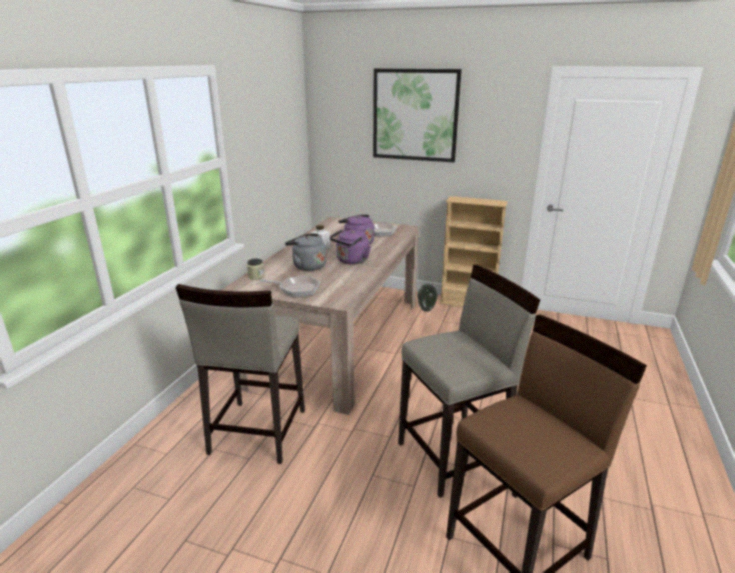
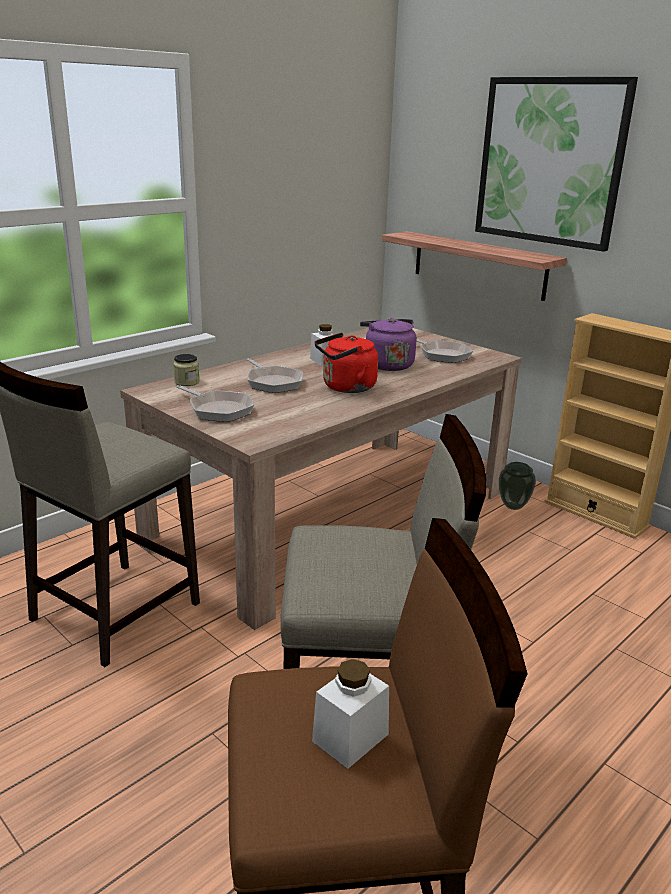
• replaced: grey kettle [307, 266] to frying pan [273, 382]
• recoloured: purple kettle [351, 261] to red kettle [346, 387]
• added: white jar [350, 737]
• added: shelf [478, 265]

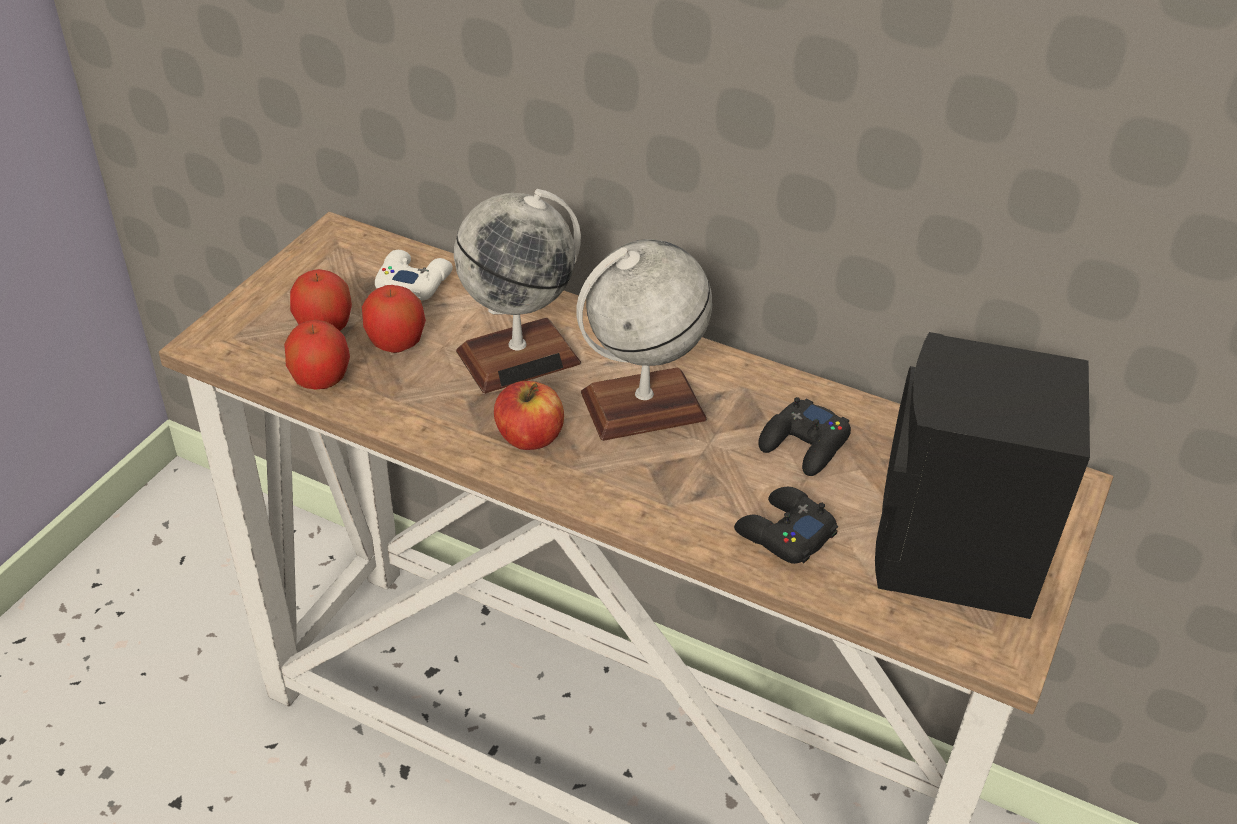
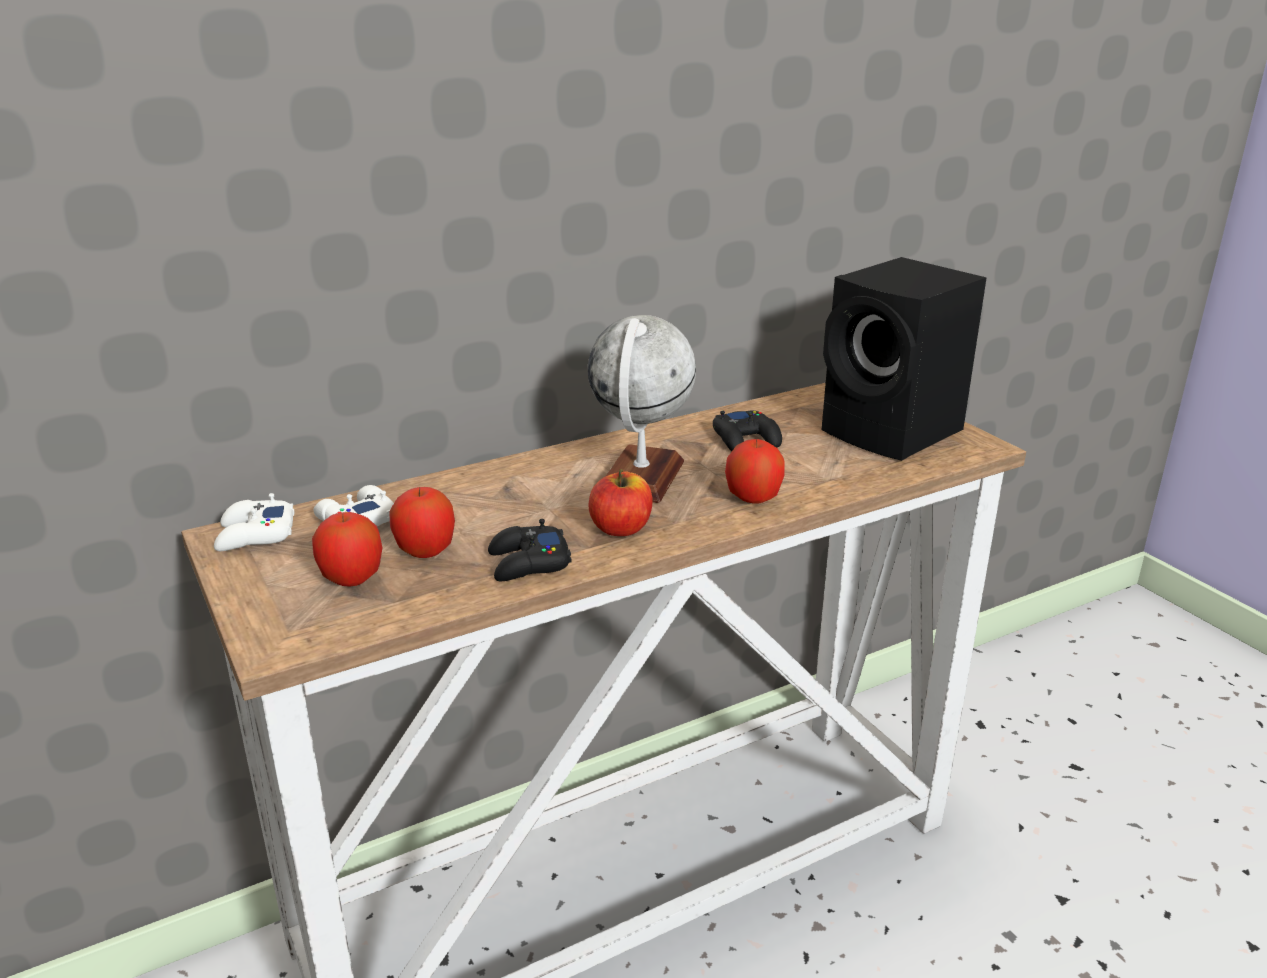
• moved: apple [321, 380] to [753, 498]
• removed: globe [518, 357]
• moved: black game controller [783, 533] to [528, 563]
• added: white game controller [255, 535]

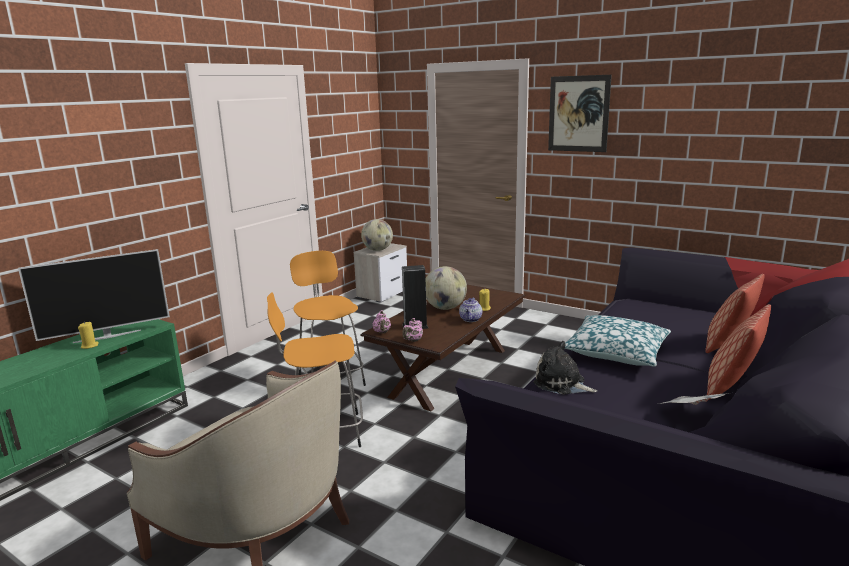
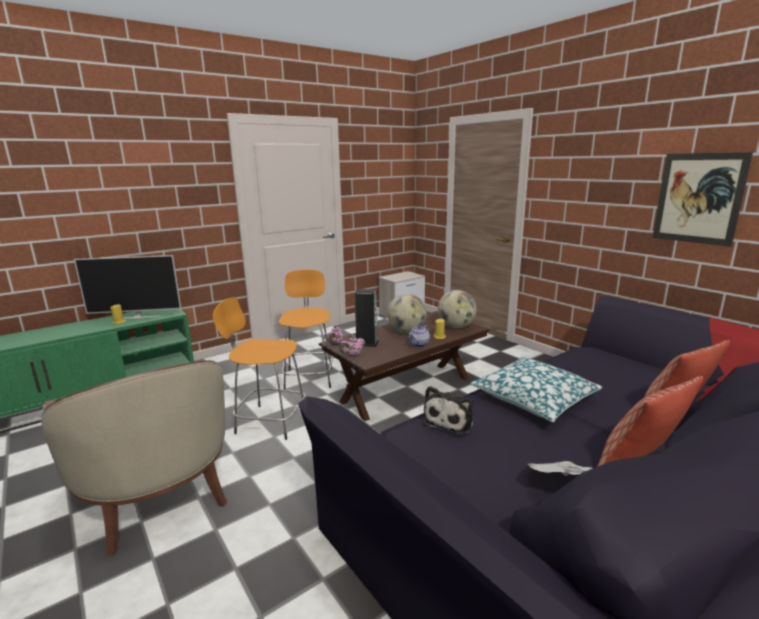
• moved: globe [377, 250] to [456, 327]
• turned: plush toy [562, 384] = [450, 421] 120 degrees counterclockwise
• moved: picture [578, 114] to [698, 198]

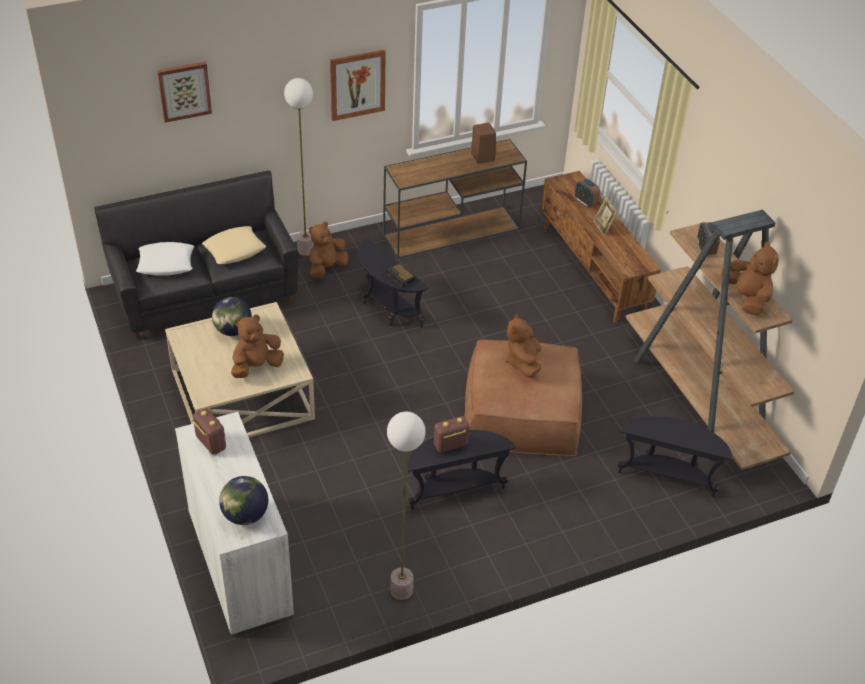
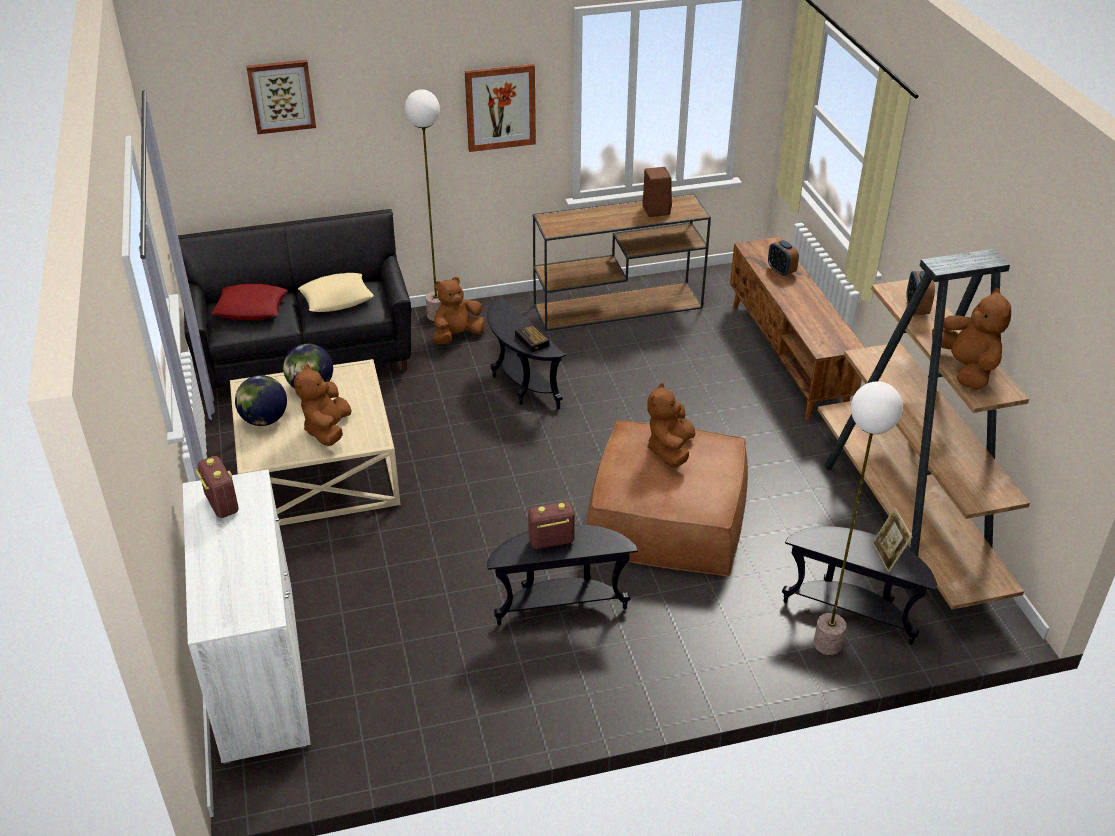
• recoloured: white pillow [166, 263] to red pillow [251, 308]
• moved: globe [245, 515] to [264, 420]
• turned: brown plush toy [256, 367] = [327, 430] 60 degrees counterclockwise
• moved: floor lamp [401, 590] to [827, 644]
• moved: picture frame [603, 228] to [887, 557]

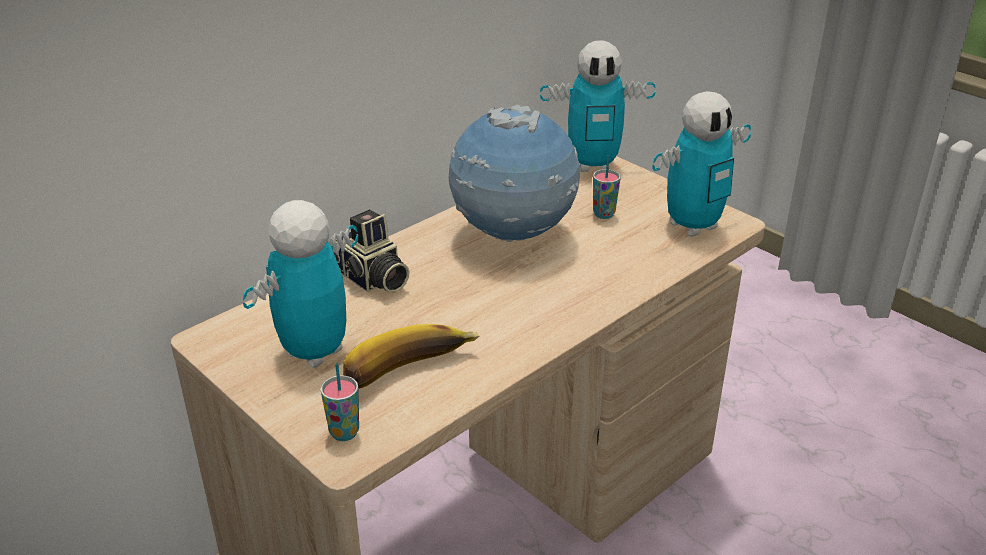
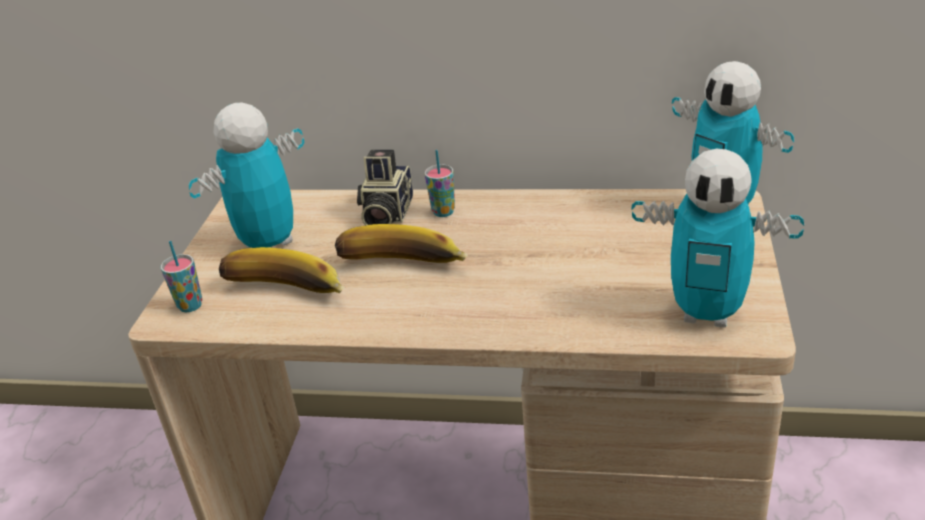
• turned: toy robot [314, 353] = [268, 244] 45 degrees counterclockwise
• removed: globe [513, 236]
• moved: cup [604, 214] to [443, 212]
• added: banana [401, 269]

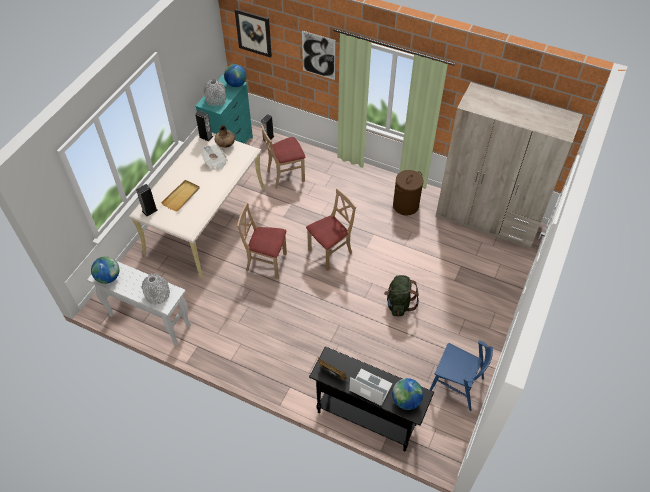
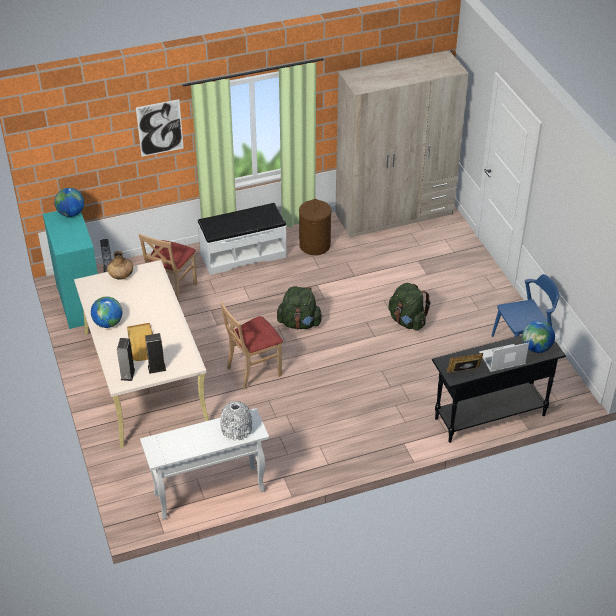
• moved: globe [108, 277] to [108, 323]
• moved: speaker [206, 136] to [156, 368]
• removed: newspaper [215, 162]
• removed: grey vase [216, 100]
• removed: picture [254, 32]
• replaced: beige chair [330, 252] to green backpack [299, 323]
• added: white bench [243, 255]

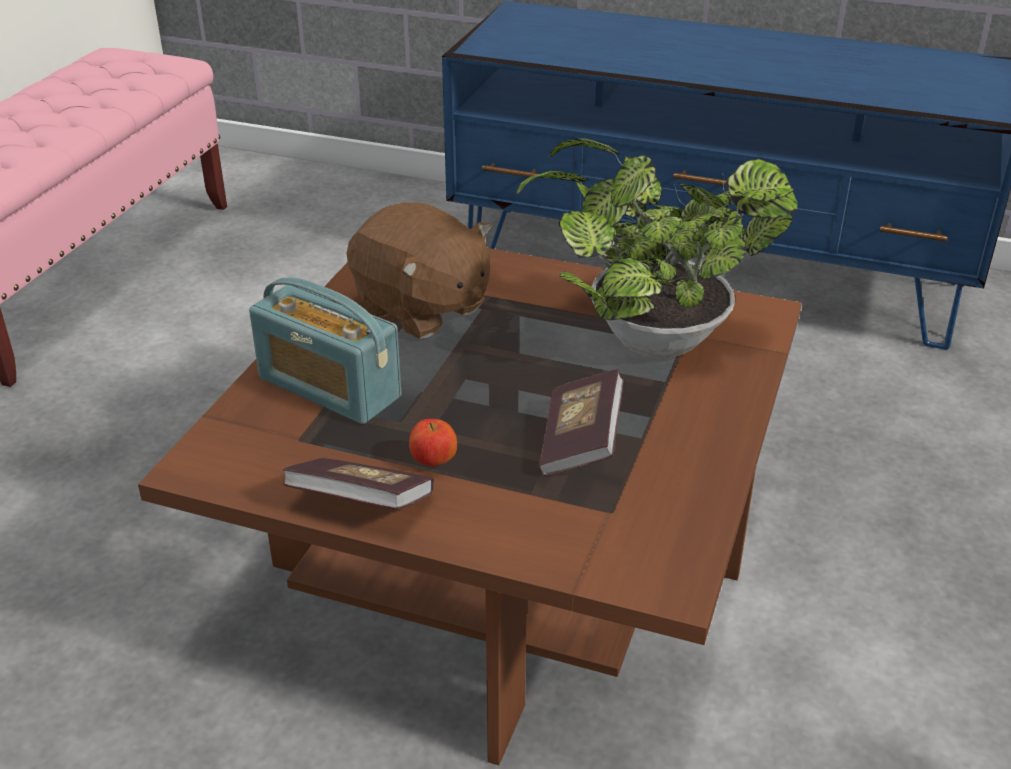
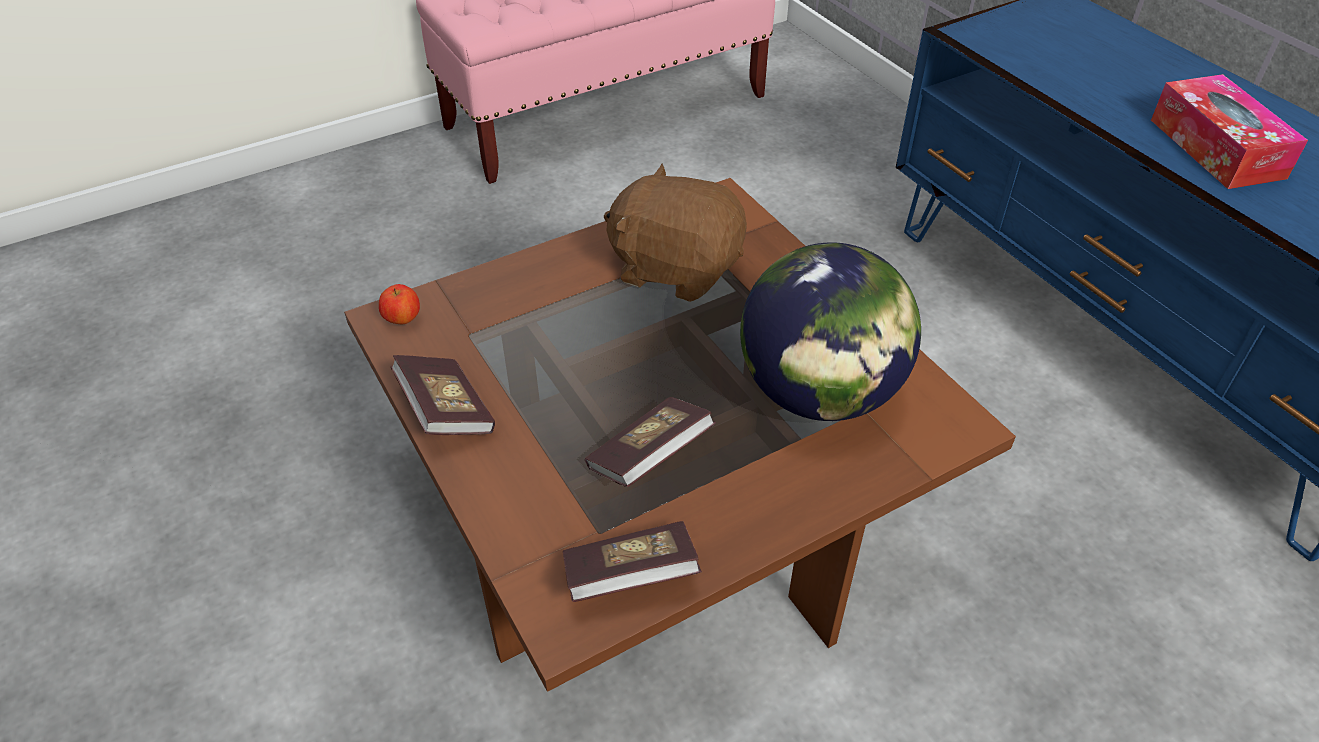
• removed: radio [329, 388]
• turned: brown plush toy [421, 309] = [675, 268] 120 degrees clockwise
• moved: apple [434, 462] to [402, 320]
• replaced: potted plant [646, 339] to globe [819, 394]
• added: book [630, 576]
• added: tissue box [1216, 148]

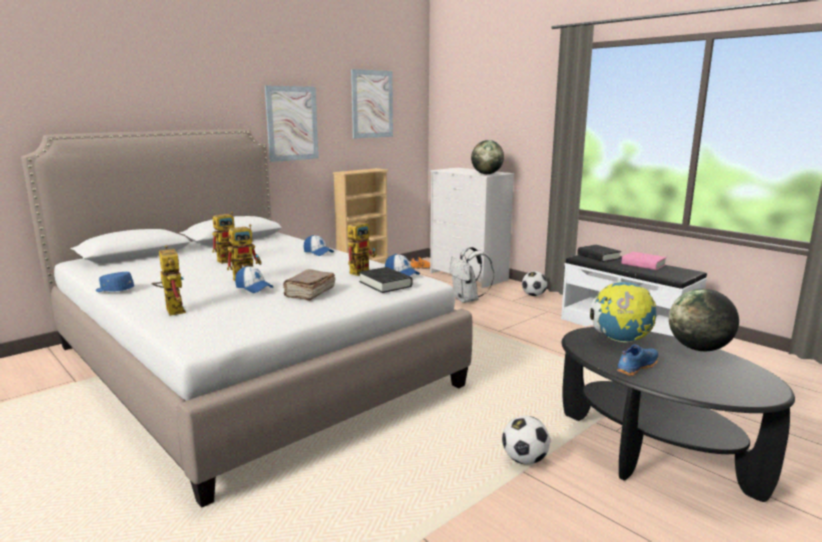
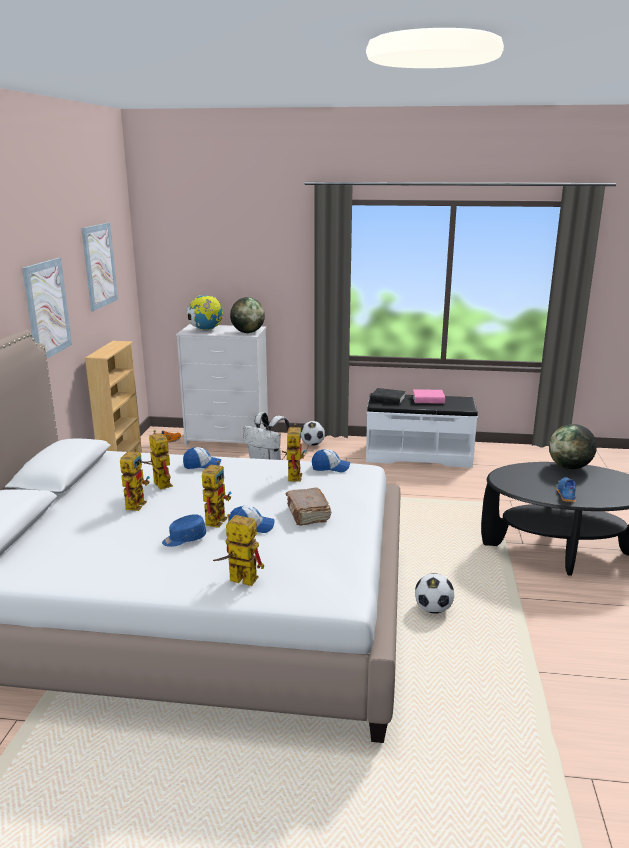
• moved: blue cap [114, 290] to [184, 539]
• removed: black book [385, 284]
• moved: football [524, 460] to [433, 609]
• moved: globe [620, 340] to [206, 330]
• added: toy robot [159, 483]

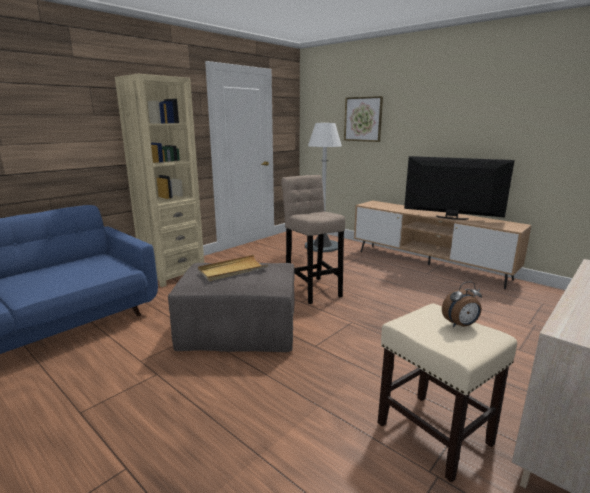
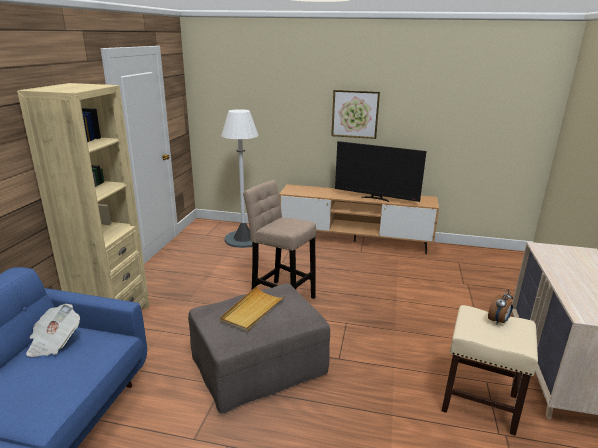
• moved: picture [363, 119] to [355, 114]
• turned: television [451, 218] = [376, 198] 150 degrees counterclockwise
• added: newspaper [54, 342]

